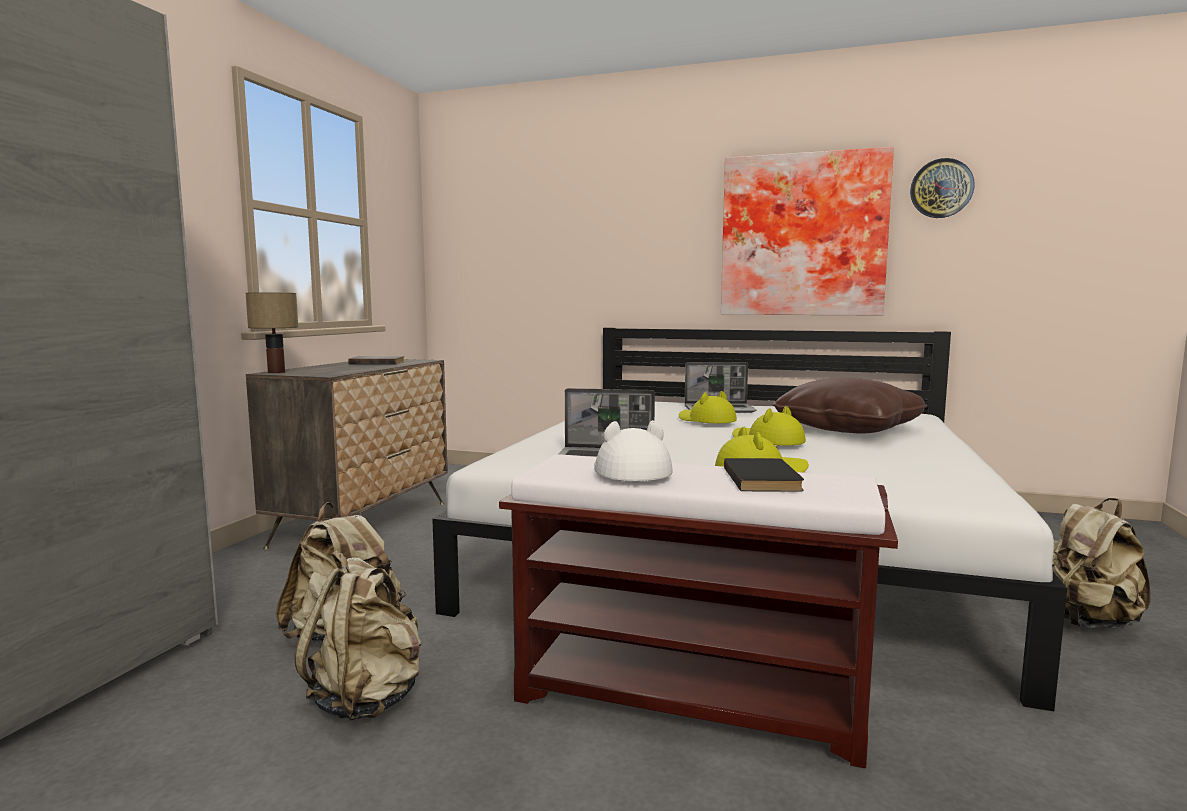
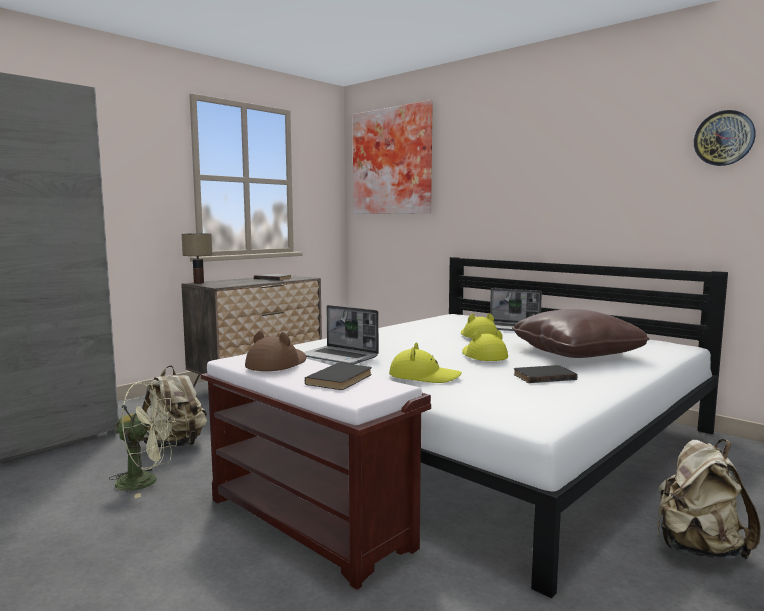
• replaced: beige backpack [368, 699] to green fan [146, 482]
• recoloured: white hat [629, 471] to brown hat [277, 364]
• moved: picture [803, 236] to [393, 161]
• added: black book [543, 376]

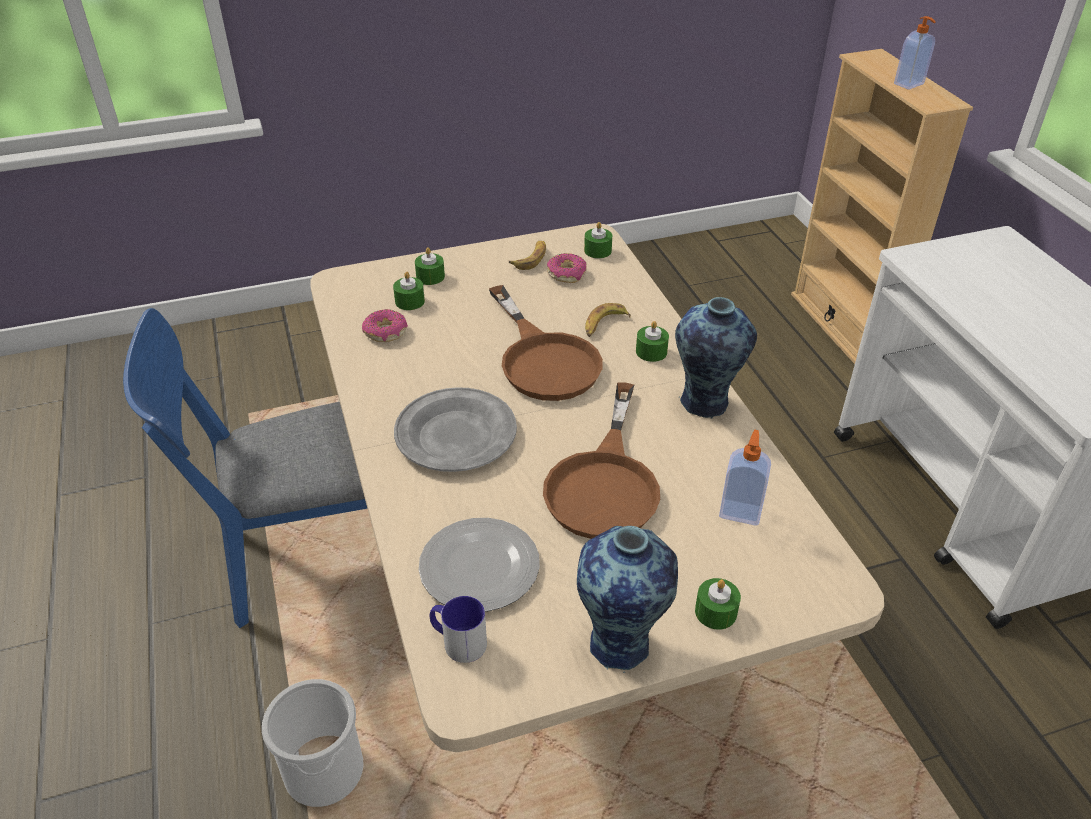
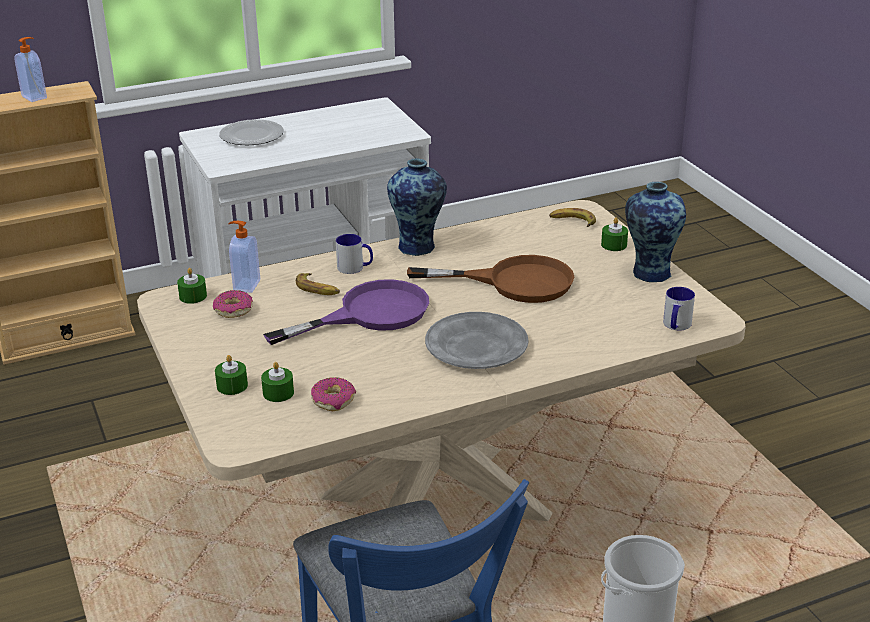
• moved: plate [478, 568] to [252, 136]
• recoloured: brown frying pan [544, 359] to purple frying pan [369, 314]
• moved: banana [531, 258] to [572, 221]
• replaced: green candle [651, 352] to mug [355, 268]
• moved: soap dispenser [740, 511] to [246, 285]

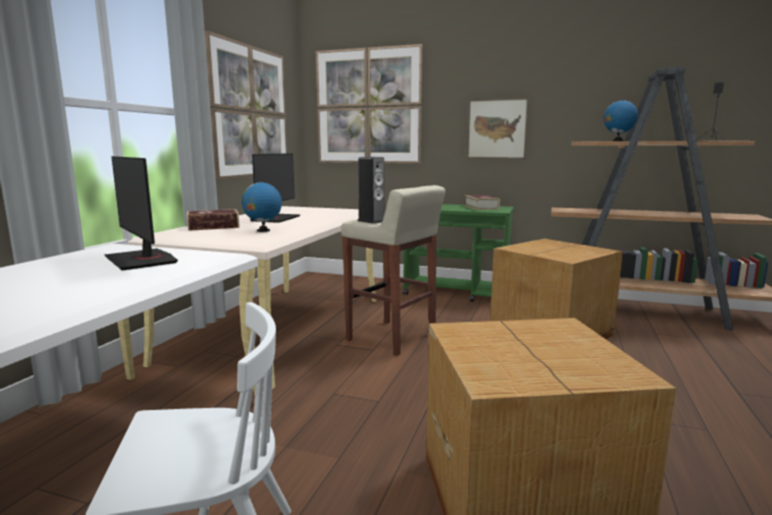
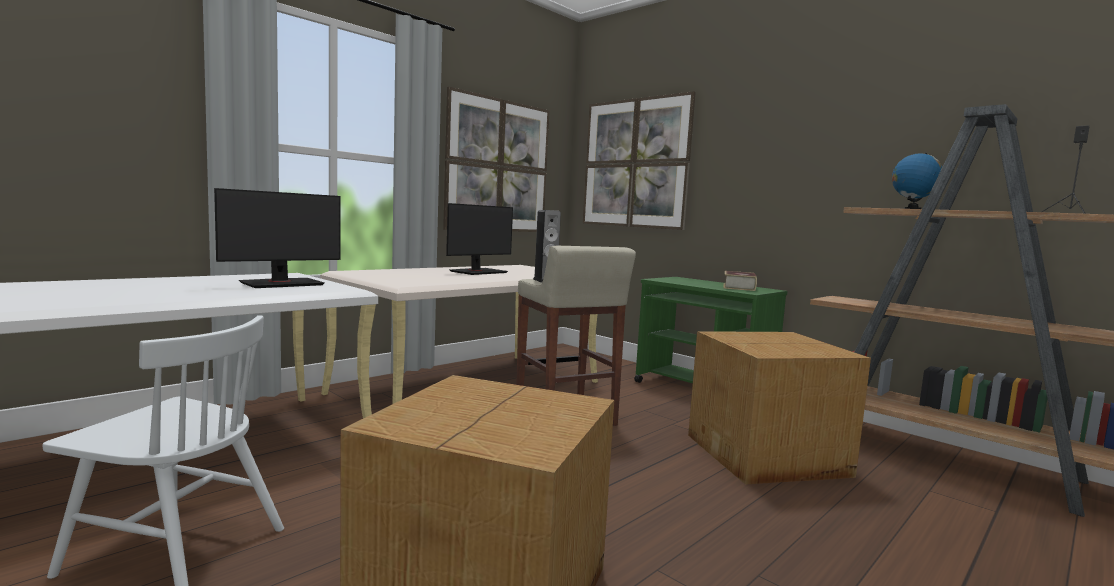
• turned: monitor [142, 260] = [281, 283] 120 degrees counterclockwise
• removed: book [213, 226]
• removed: globe [263, 231]
• removed: picture [497, 129]

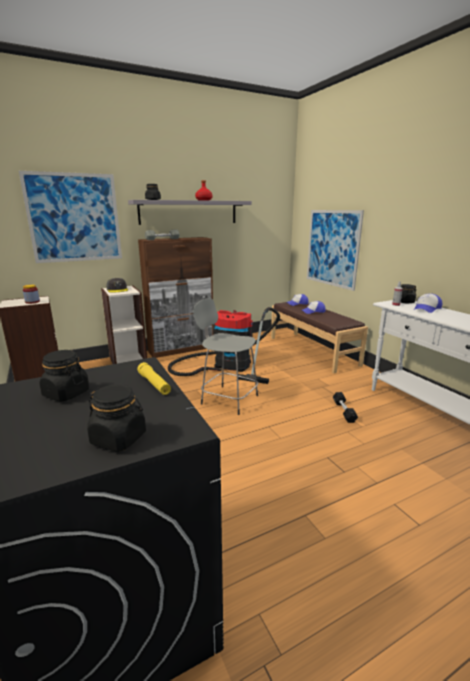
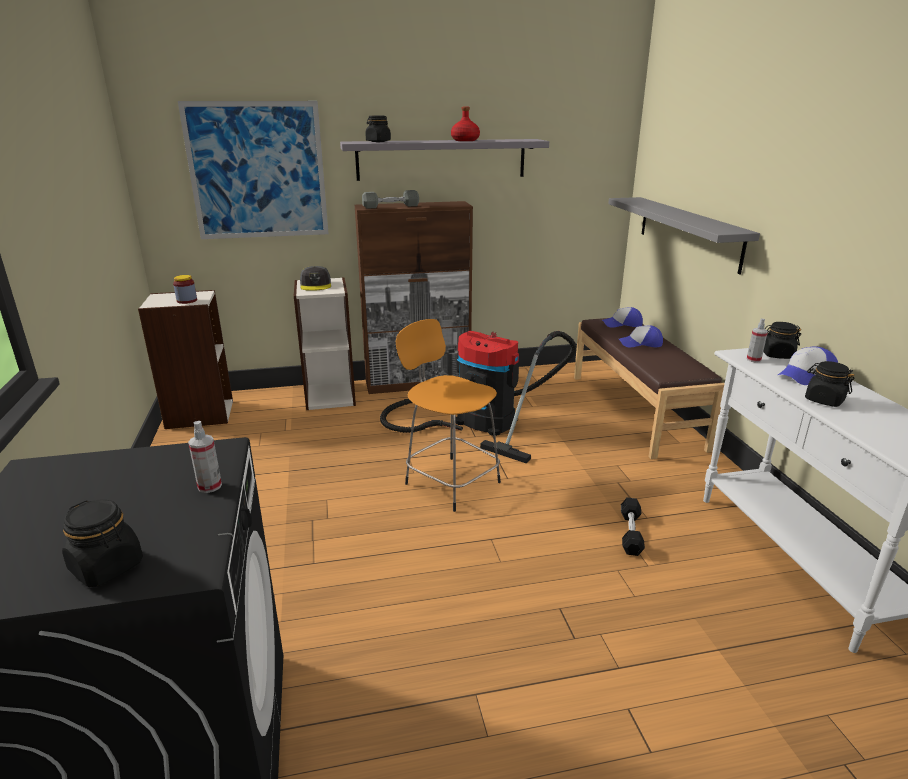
• moved: black jar [66, 393] to [824, 400]
• replaced: yellow flashlight [154, 384] to spray bottle [209, 486]
• recoloured: grey stool [228, 399] to orange stool [450, 481]
• replaced: picture [332, 248] to grey shelf [688, 232]

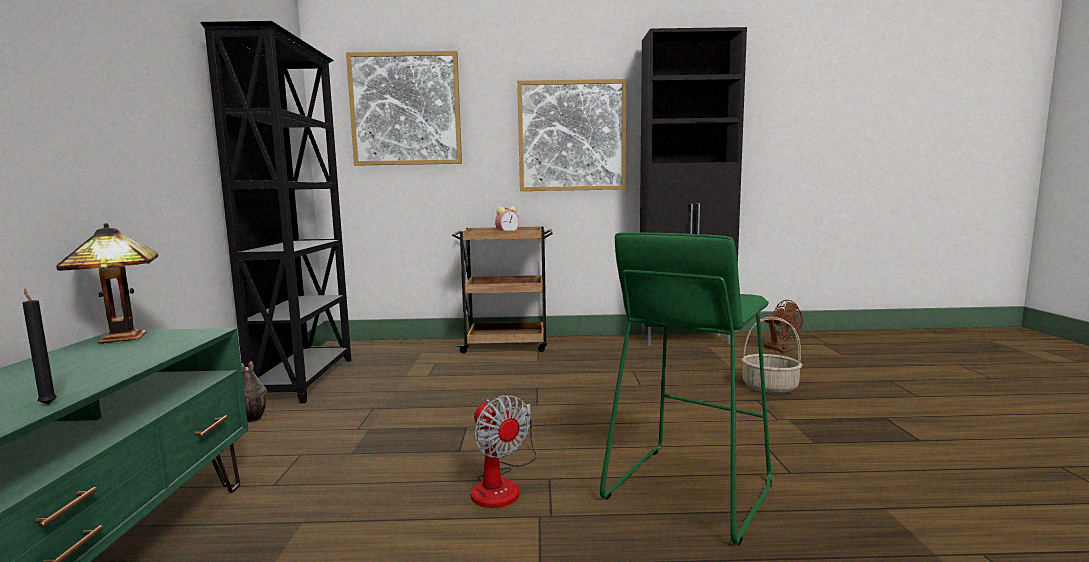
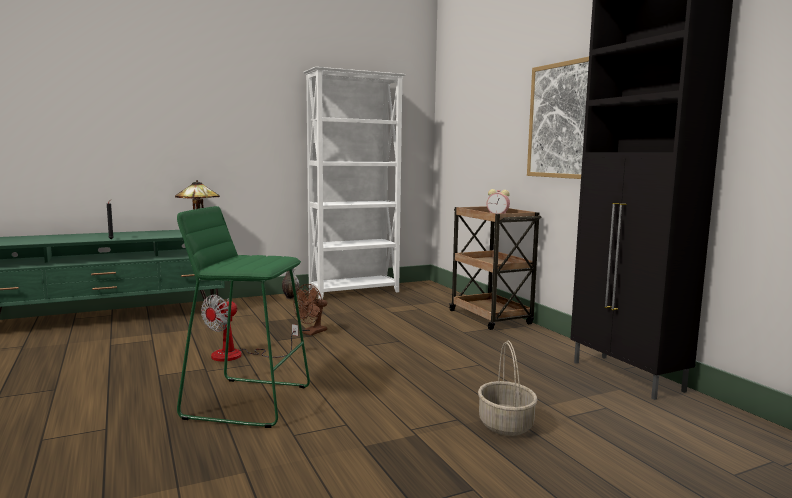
• recoloured: black bookcase [306, 379] to white bookcase [355, 292]
• removed: picture [405, 109]
• moved: brown fan [781, 350] to [311, 333]

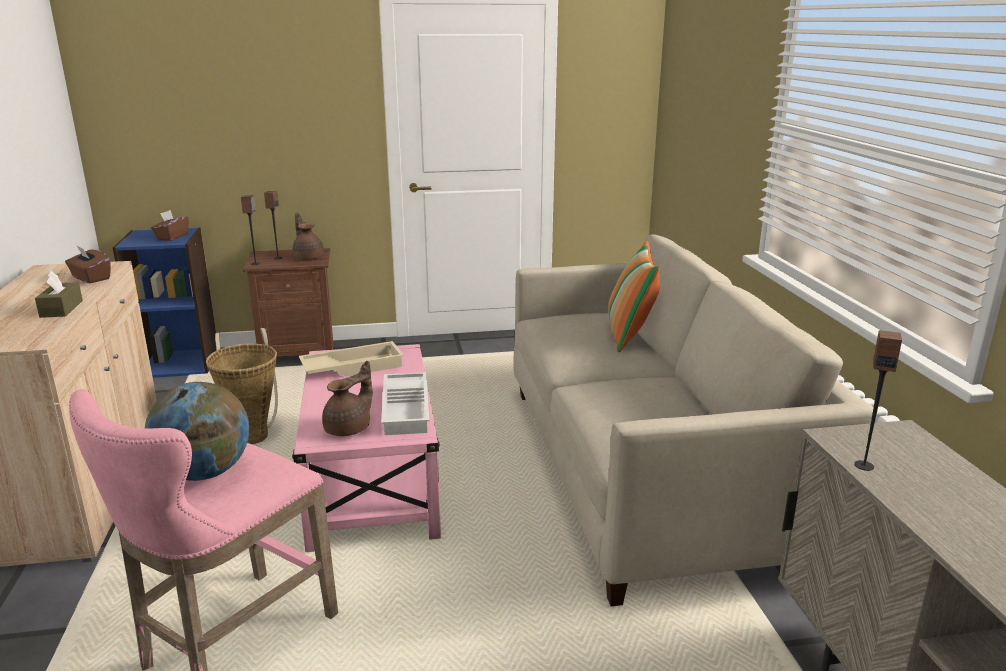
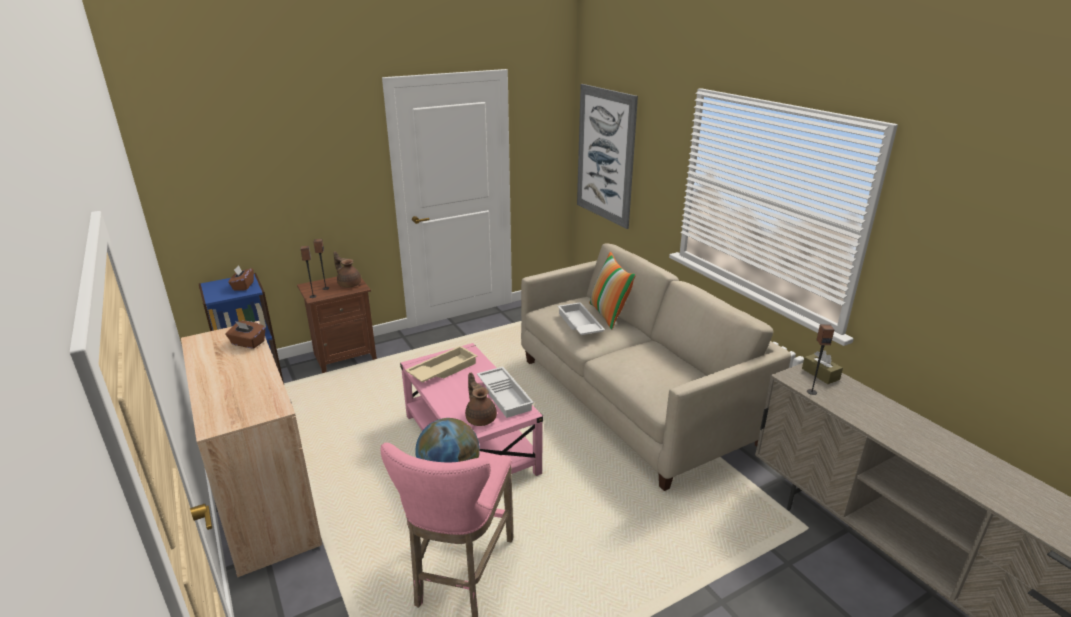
• moved: brown tissue box [61, 309] to [820, 374]
• removed: basket [253, 434]
• turned: brown teapot [349, 428] = [480, 418] 45 degrees counterclockwise
• added: white tray [579, 324]
• added: picture [605, 155]

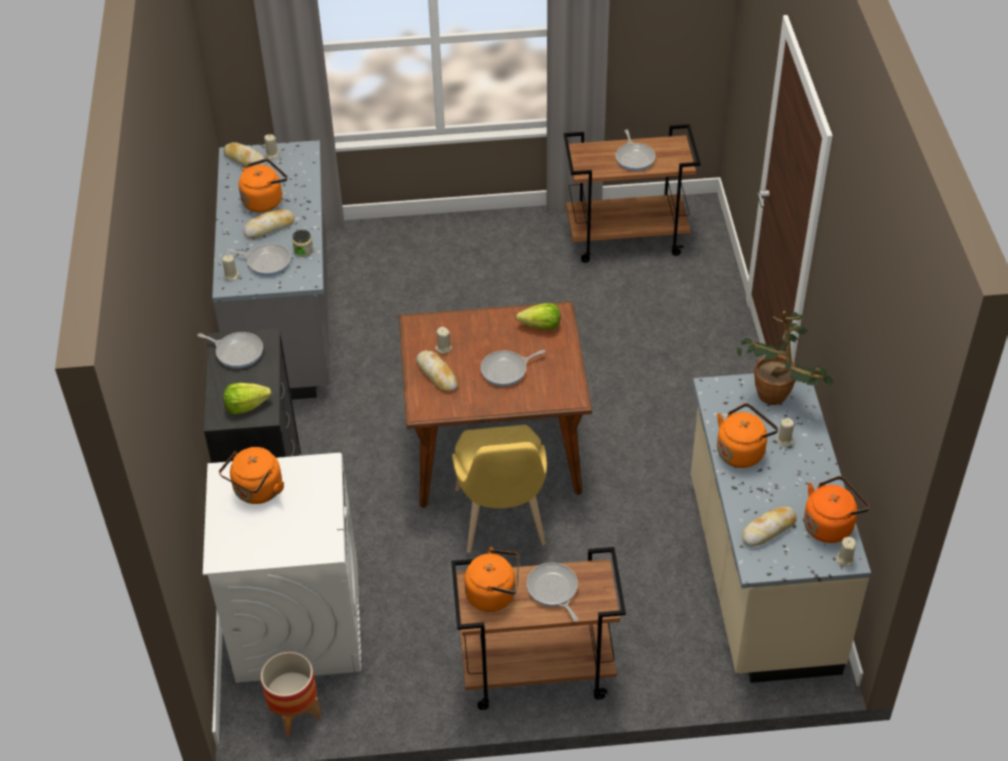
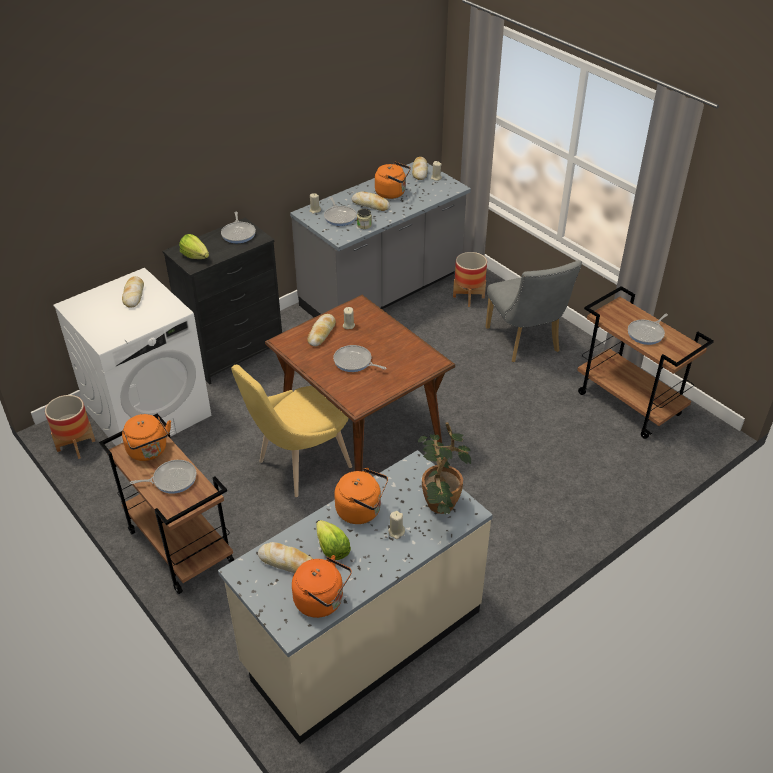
• replaced: orange kettle [257, 492] to bread [134, 295]
• moved: lettuce [541, 326] to [332, 549]
• turned: frying pan [553, 590] = [172, 479] 45 degrees clockwise
• removed: beige candle [844, 559]
• added: planter [468, 297]
• added: grey chair [525, 343]

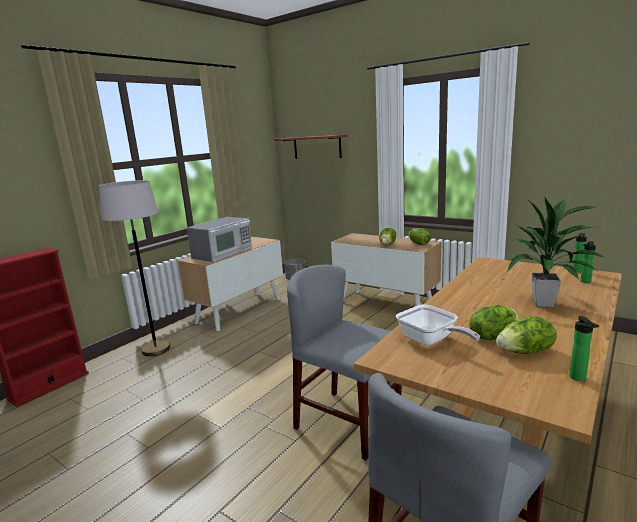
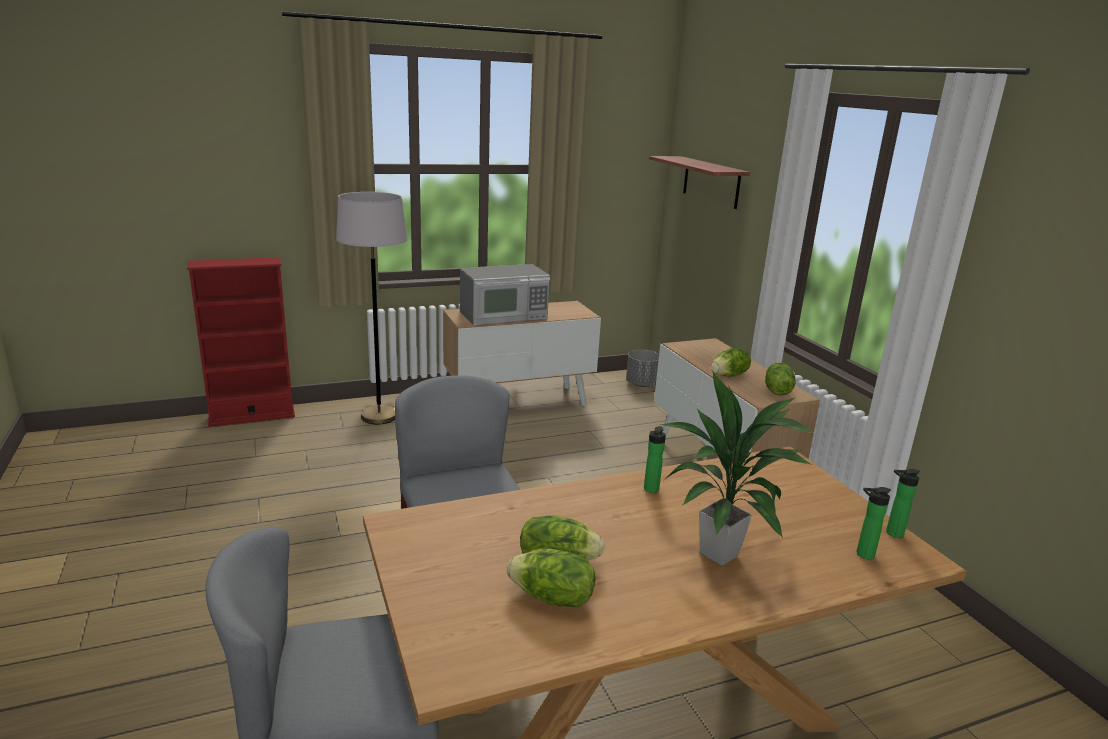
• removed: frying pan [430, 341]
• moved: bottle [579, 378] to [650, 490]

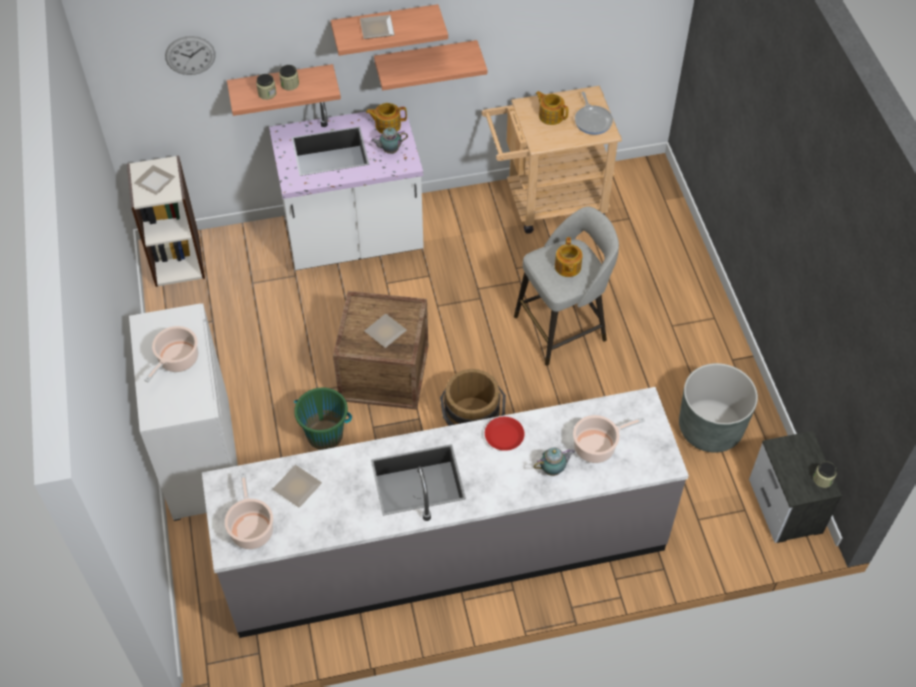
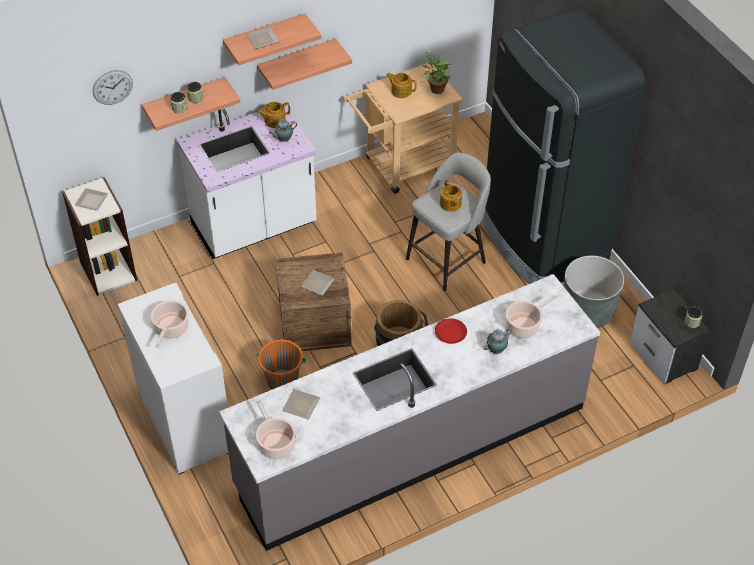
• recoloured: green bucket [325, 435] to orange bucket [282, 381]
• replaced: frying pan [592, 120] to potted plant [435, 89]
• added: black fridge [542, 242]

